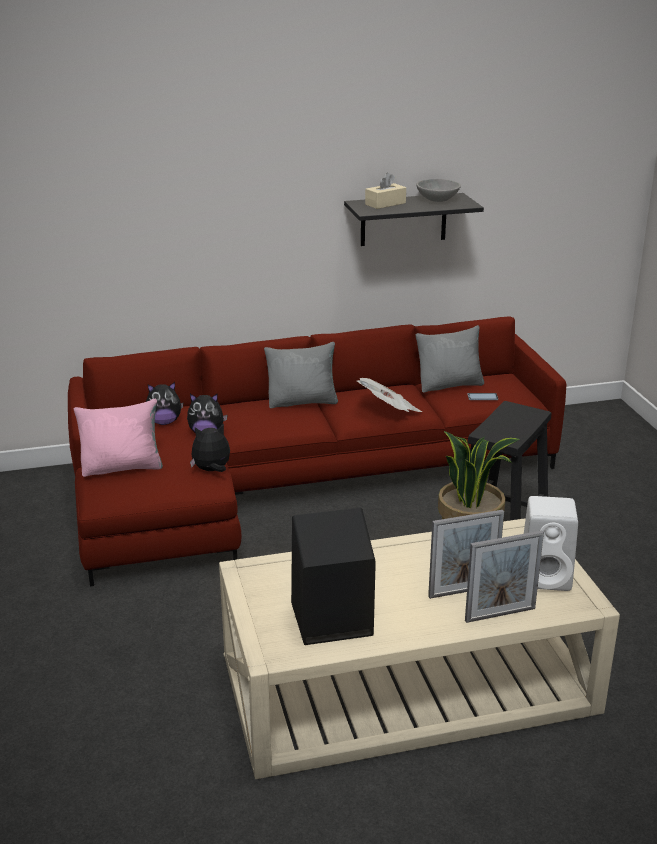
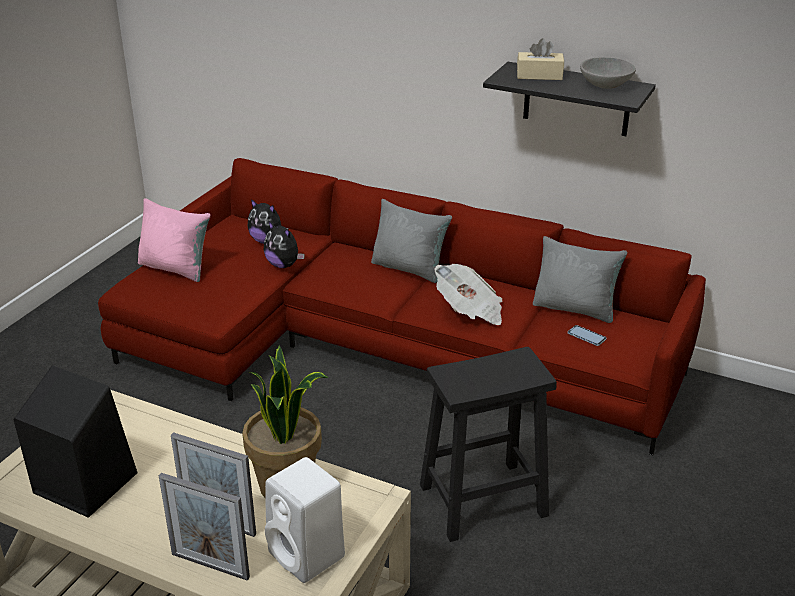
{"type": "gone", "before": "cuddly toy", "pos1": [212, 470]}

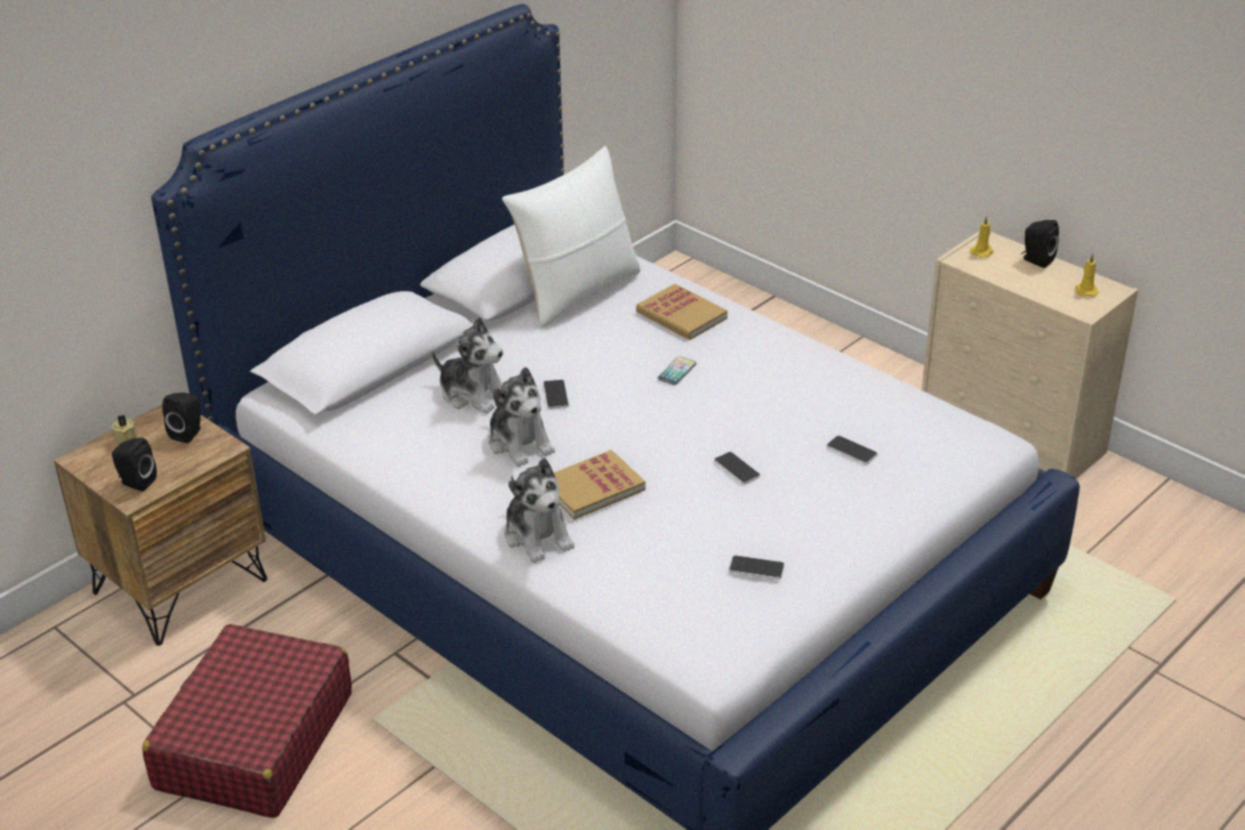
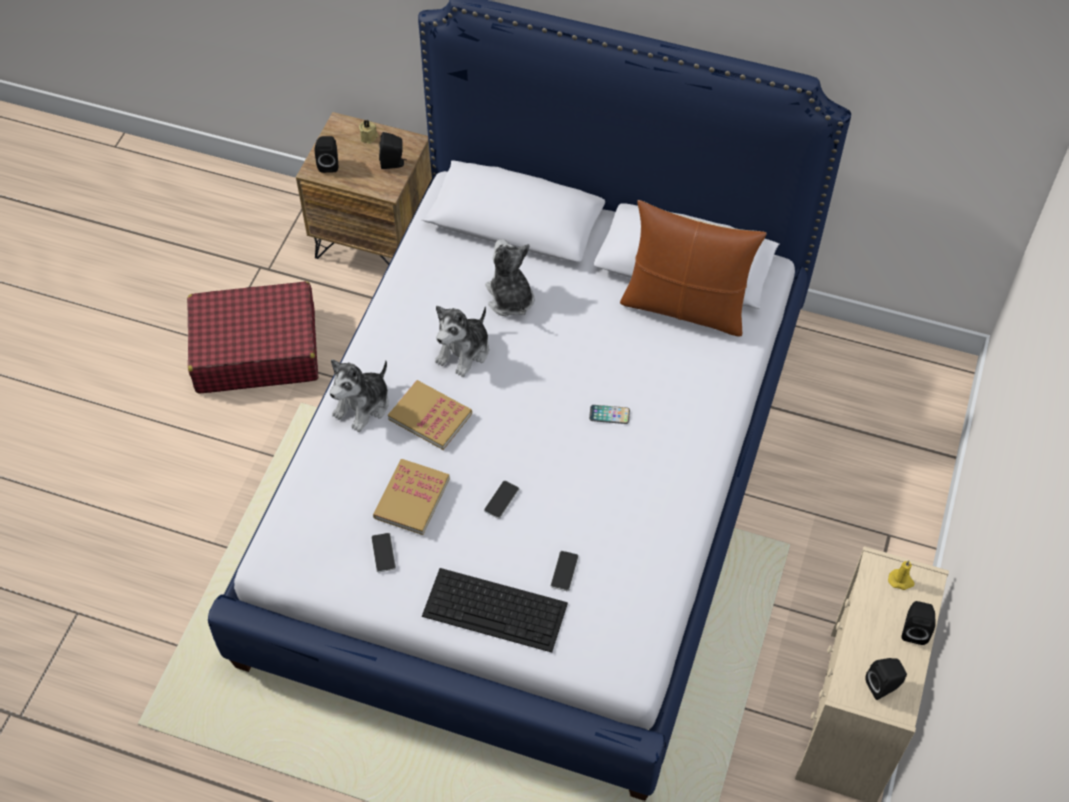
{"type": "shifted", "before": "volume", "pos1": [681, 315], "pos2": [412, 498]}
{"type": "new", "after": "computer keyboard", "pos2": [496, 609]}
{"type": "rotated", "before": "cuddly toy", "pos1": [473, 394], "pos2": [510, 298], "turn": 150}
{"type": "repainted", "before": "whitish pillow", "after": "brownish pillow", "pos1": [577, 292], "pos2": [685, 306]}
{"type": "swapped", "before": "yellow wax candle", "after": "blackish loudspeaker", "pos1": [1086, 290], "pos2": [884, 686]}
{"type": "gone", "before": "telephone", "pos1": [556, 395]}

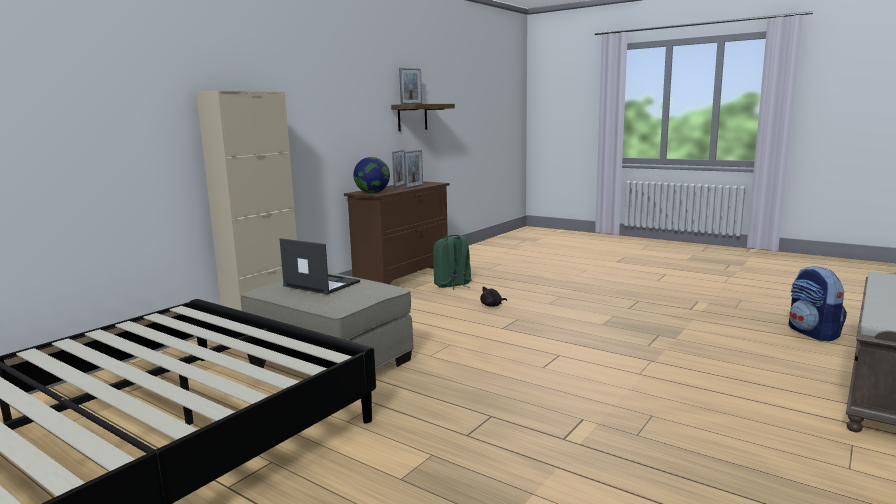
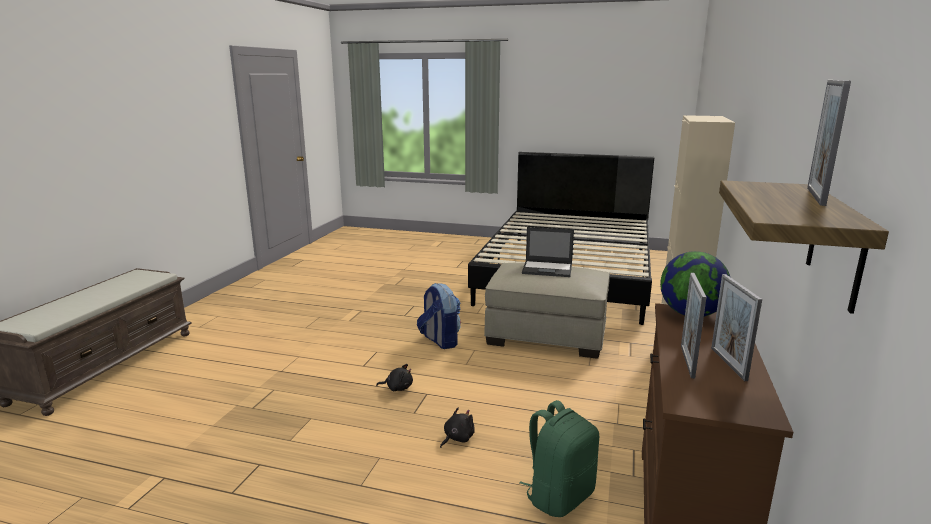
{"type": "new", "after": "blackish cuddly toy", "pos2": [397, 388]}
{"type": "shifted", "before": "knapsack", "pos1": [813, 333], "pos2": [440, 341]}

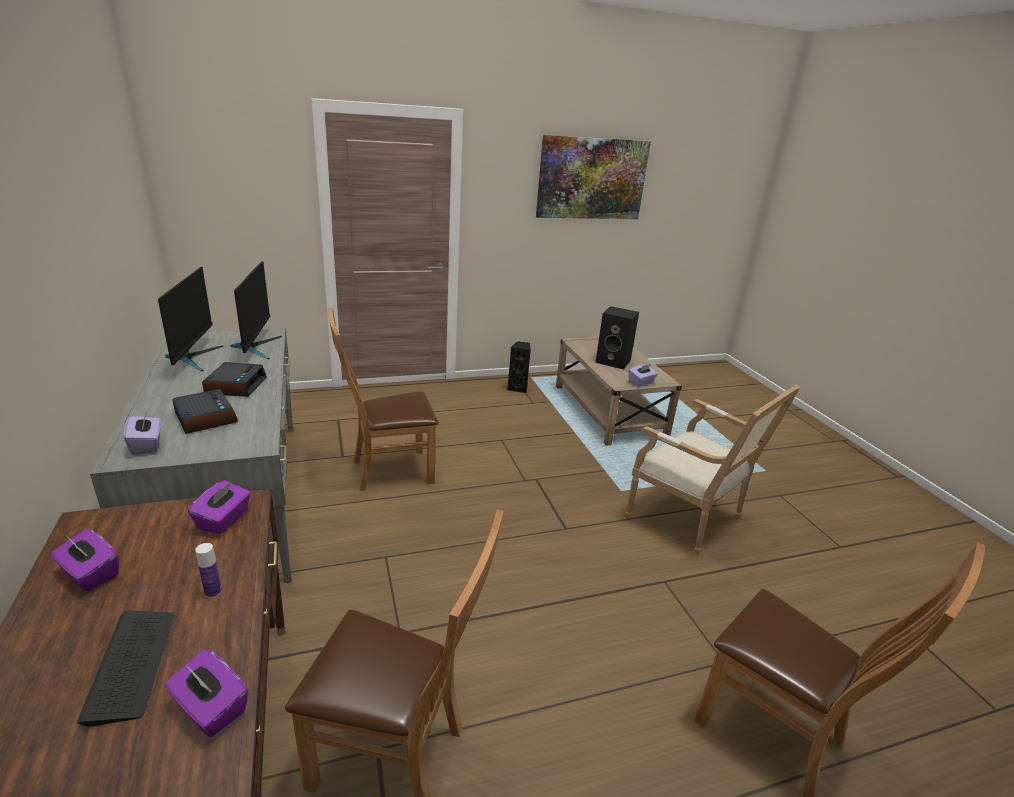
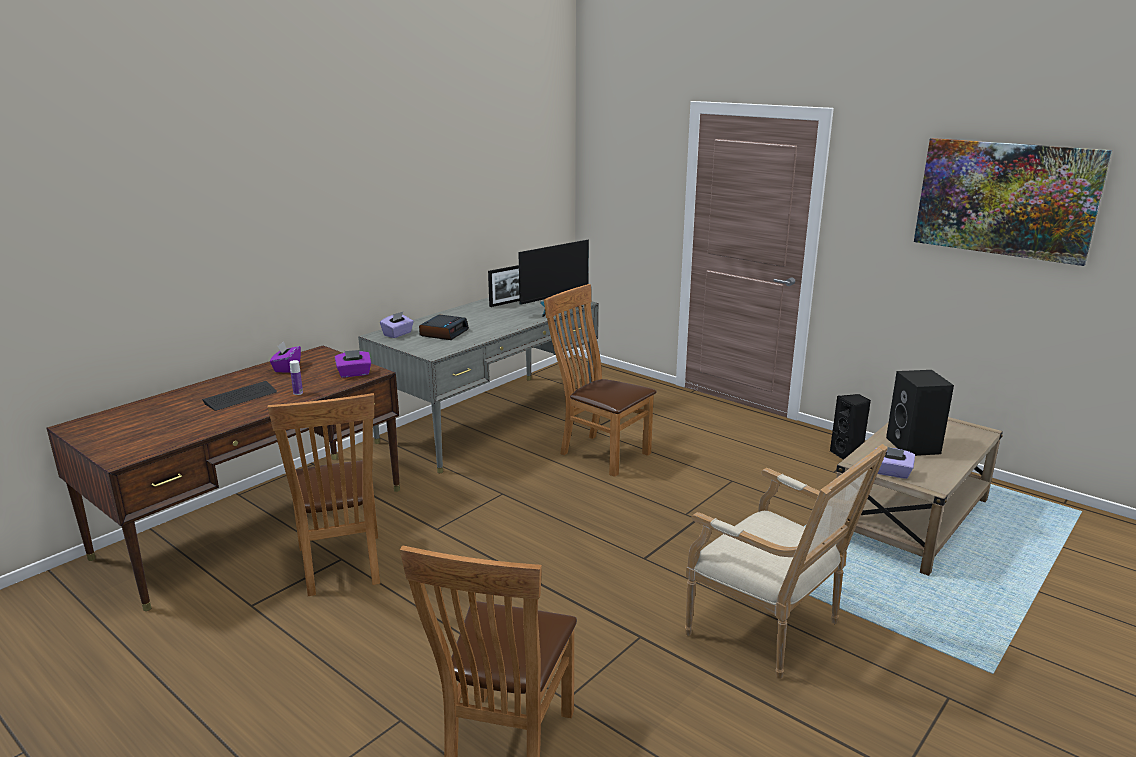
{"type": "swapped", "before": "computer display", "after": "photo frame", "pos1": [193, 357], "pos2": [508, 302]}
{"type": "rotated", "before": "easy chair", "pos1": [689, 520], "pos2": [771, 630], "turn": -60}
{"type": "gone", "before": "purple-coloured tissue holder", "pos1": [210, 709]}
{"type": "gone", "before": "alarm clock", "pos1": [236, 385]}

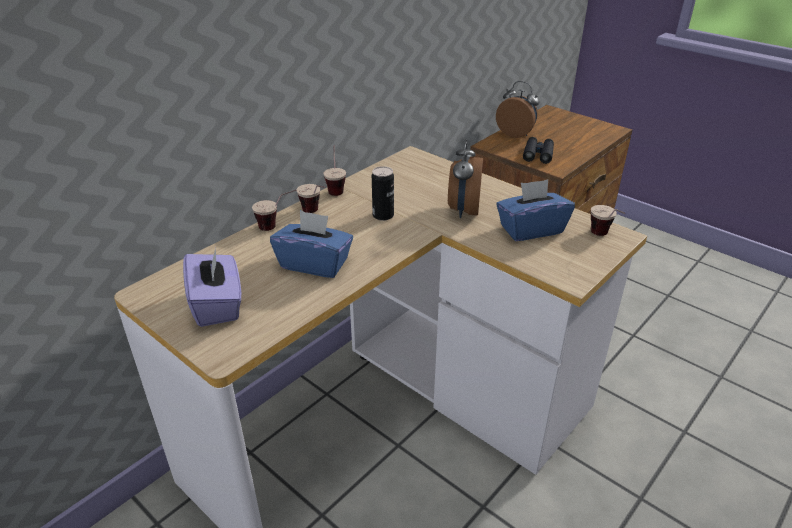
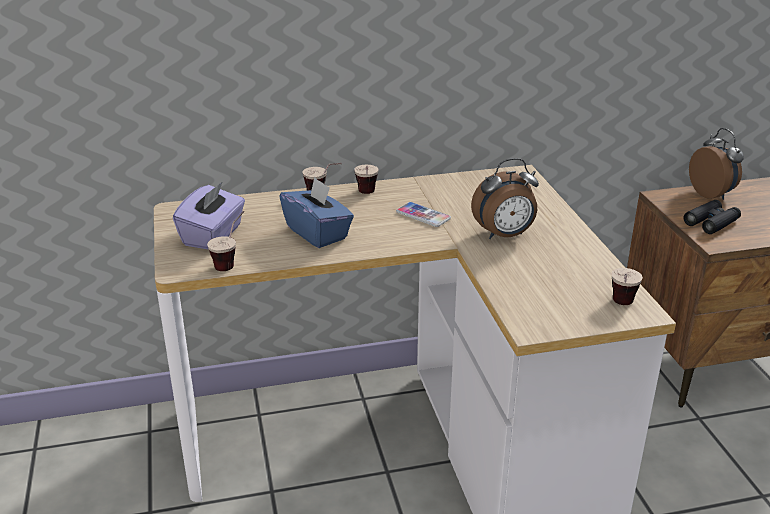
{"type": "shifted", "before": "cup", "pos1": [336, 188], "pos2": [231, 262]}
{"type": "swapped", "before": "sealed can", "after": "telephone", "pos1": [383, 215], "pos2": [423, 215]}
{"type": "rotated", "before": "alarm clock", "pos1": [463, 210], "pos2": [504, 235], "turn": -150}
{"type": "gone", "before": "blue-coloured tissue holder", "pos1": [531, 229]}

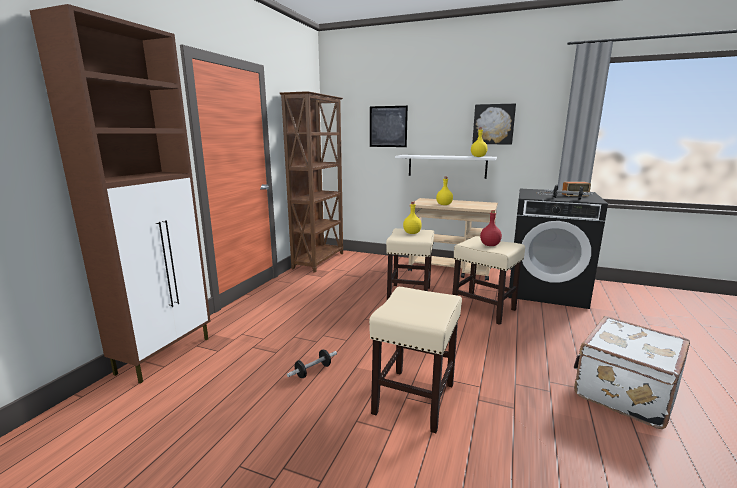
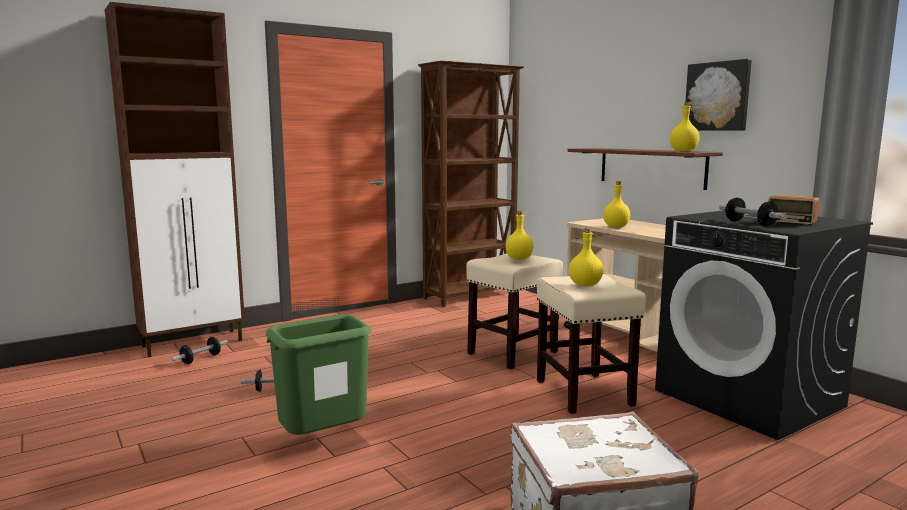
{"type": "new", "after": "dumbbell", "pos2": [201, 359]}
{"type": "swapped", "before": "sand-coloured stool", "after": "greenish trash can", "pos1": [414, 397], "pos2": [324, 441]}
{"type": "repainted", "before": "whitish wall shelf", "after": "brownish wall shelf", "pos1": [446, 166], "pos2": [651, 167]}
{"type": "repainted", "before": "reddish beverage bottle", "after": "yellow beverage bottle", "pos1": [490, 245], "pos2": [585, 285]}
{"type": "gone", "before": "wall picture", "pos1": [388, 126]}

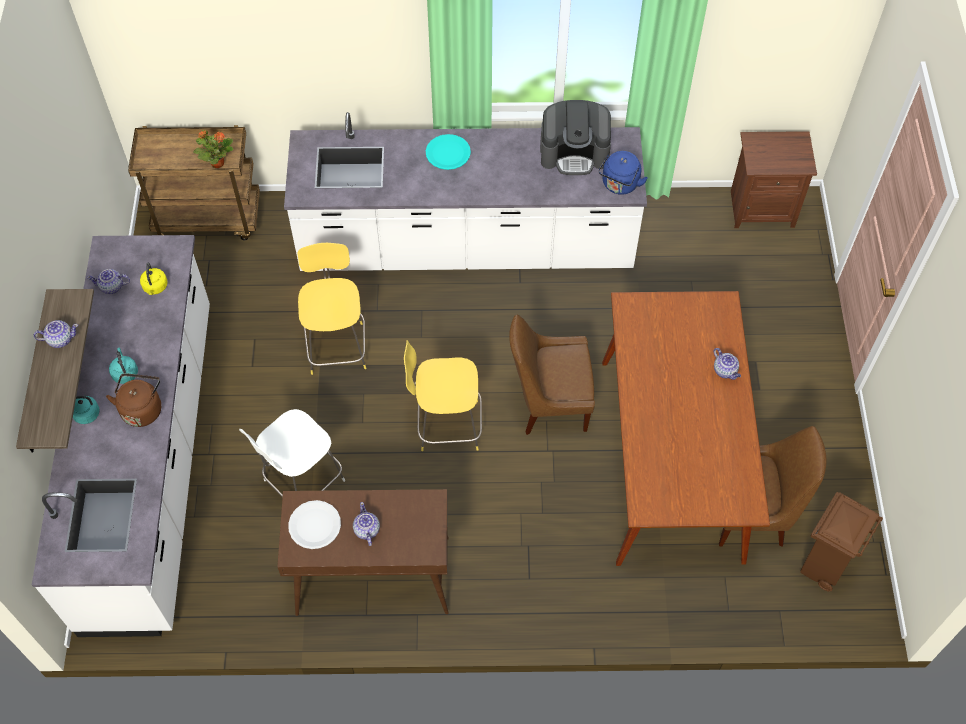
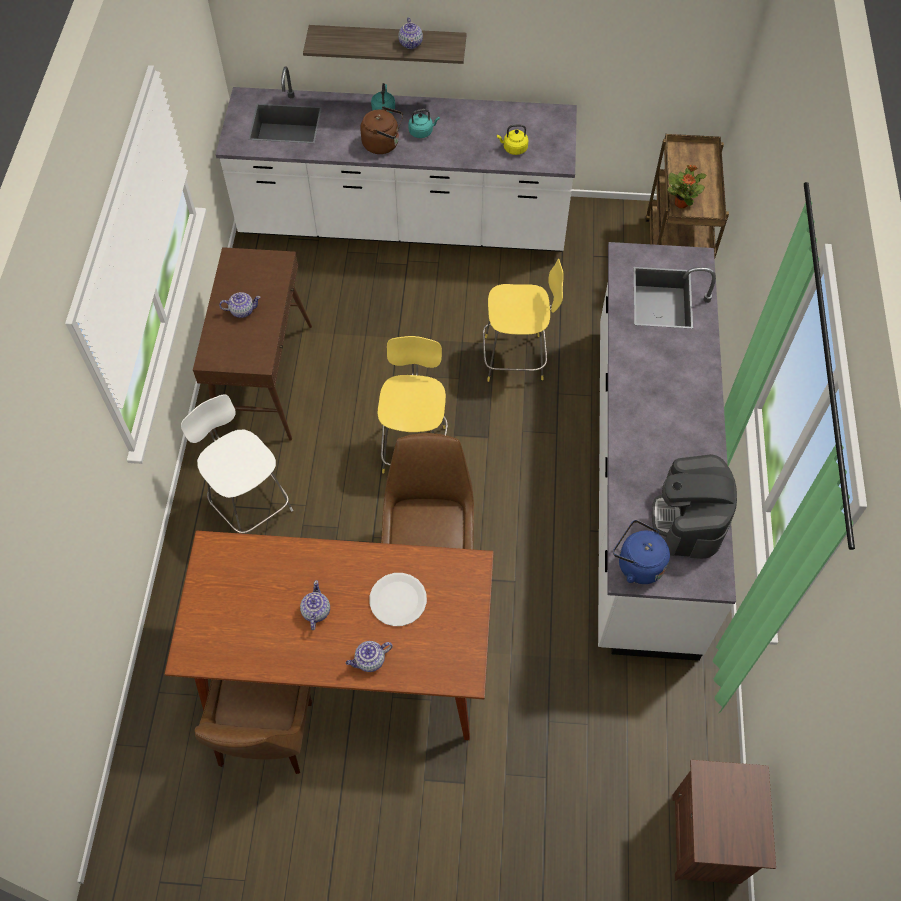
{"type": "shifted", "before": "whitish stool", "pos1": [302, 482], "pos2": [249, 504]}
{"type": "shifted", "before": "pot for tea", "pos1": [112, 287], "pos2": [315, 612]}
{"type": "shifted", "before": "whitish dinner plate", "pos1": [314, 525], "pos2": [398, 600]}
{"type": "gone", "before": "turquoise dinner plate", "pos1": [448, 153]}
{"type": "gone", "before": "brownish trash can", "pos1": [822, 568]}

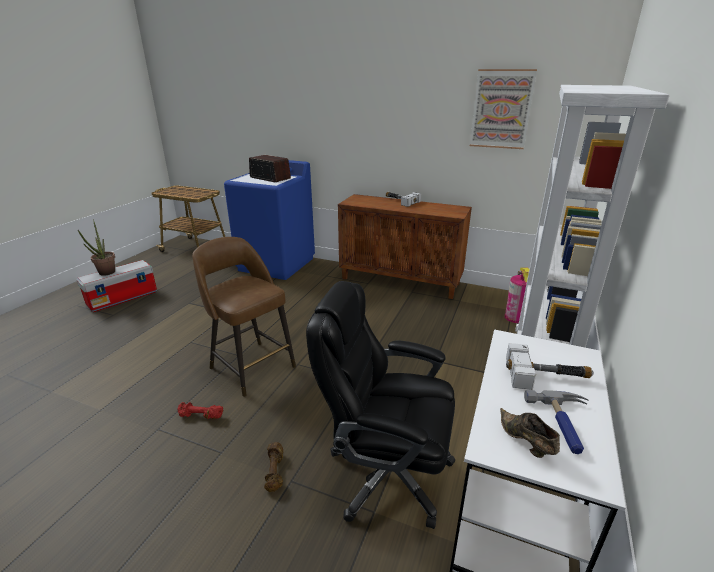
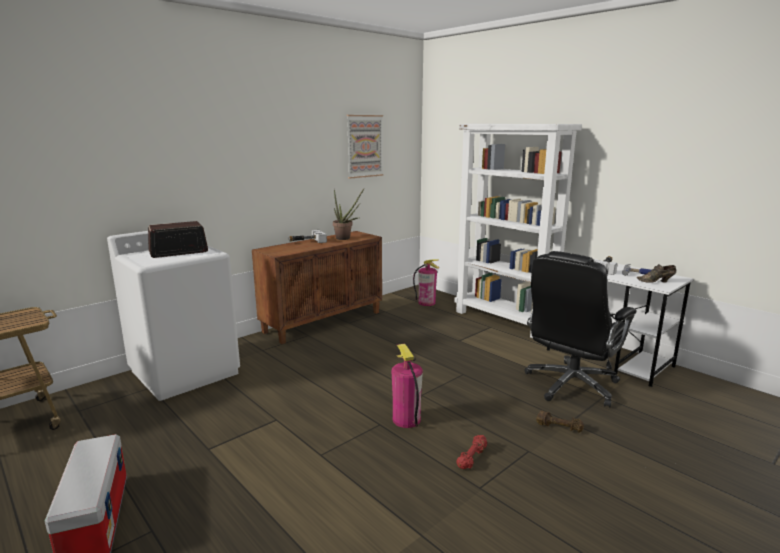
{"type": "repainted", "before": "blue-coloured laundry machine", "after": "whitish laundry machine", "pos1": [277, 264], "pos2": [185, 372]}
{"type": "shifted", "before": "plant in a pot", "pos1": [105, 274], "pos2": [346, 238]}
{"type": "swapped", "before": "brownish stool", "after": "fire extinguisher", "pos1": [251, 366], "pos2": [406, 419]}

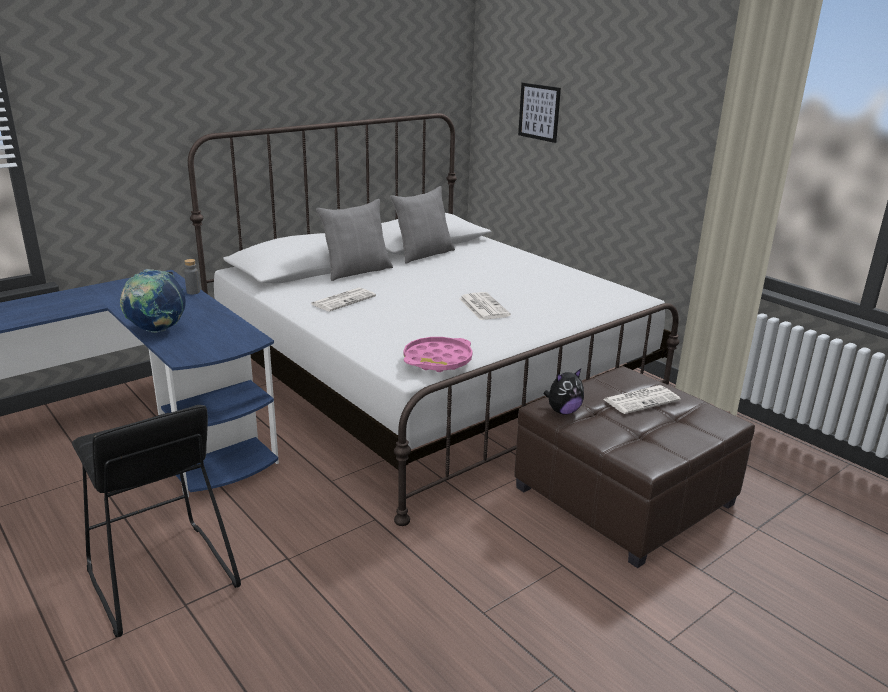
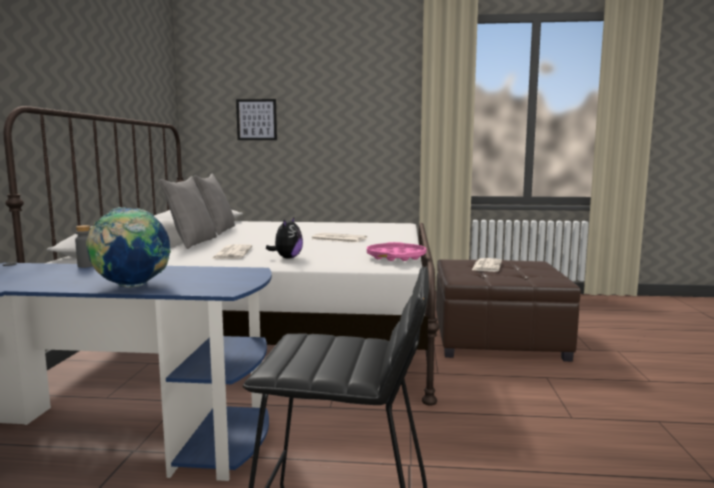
{"type": "shifted", "before": "cuddly toy", "pos1": [563, 411], "pos2": [287, 258]}

